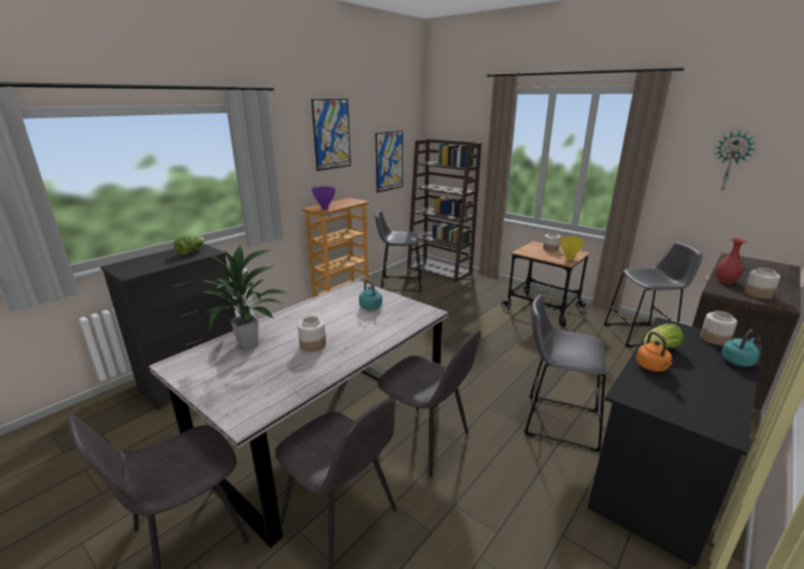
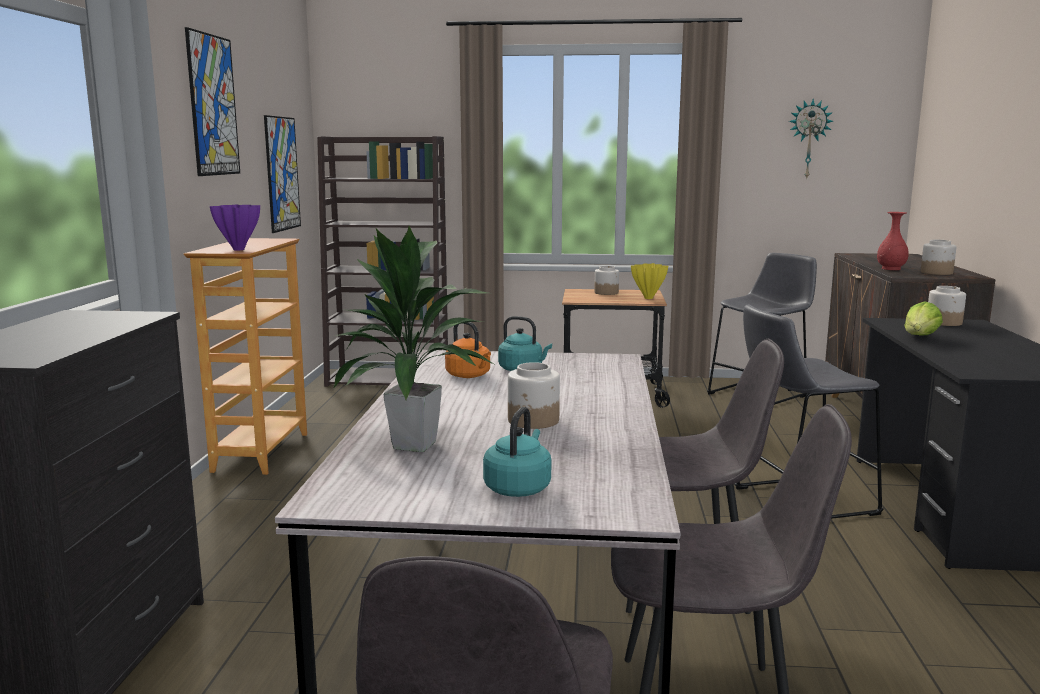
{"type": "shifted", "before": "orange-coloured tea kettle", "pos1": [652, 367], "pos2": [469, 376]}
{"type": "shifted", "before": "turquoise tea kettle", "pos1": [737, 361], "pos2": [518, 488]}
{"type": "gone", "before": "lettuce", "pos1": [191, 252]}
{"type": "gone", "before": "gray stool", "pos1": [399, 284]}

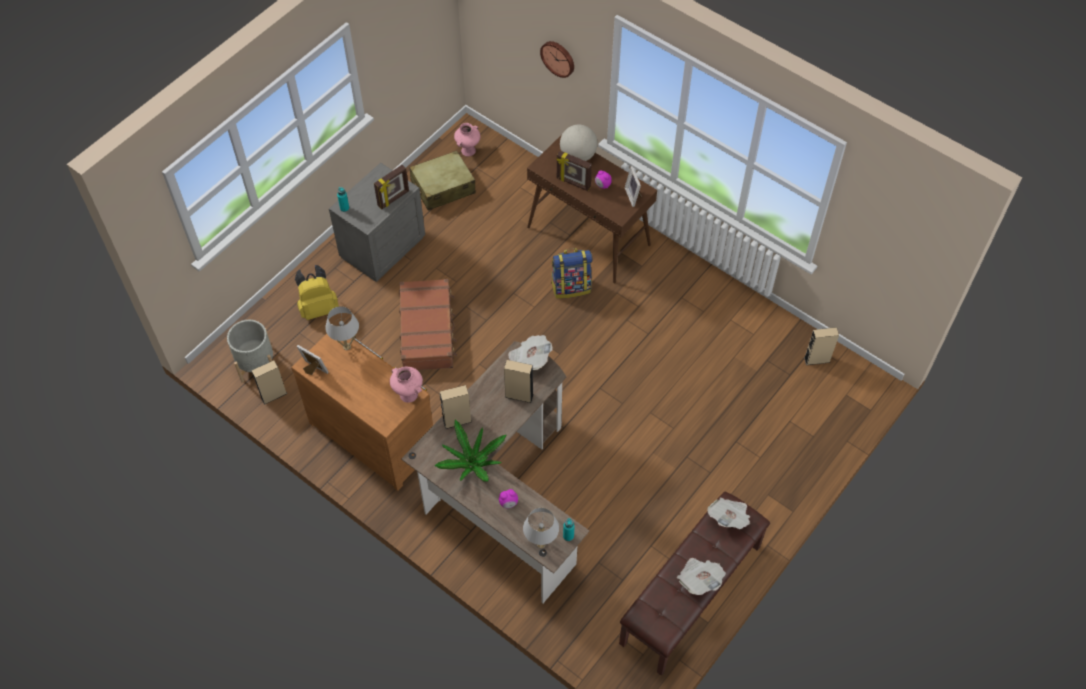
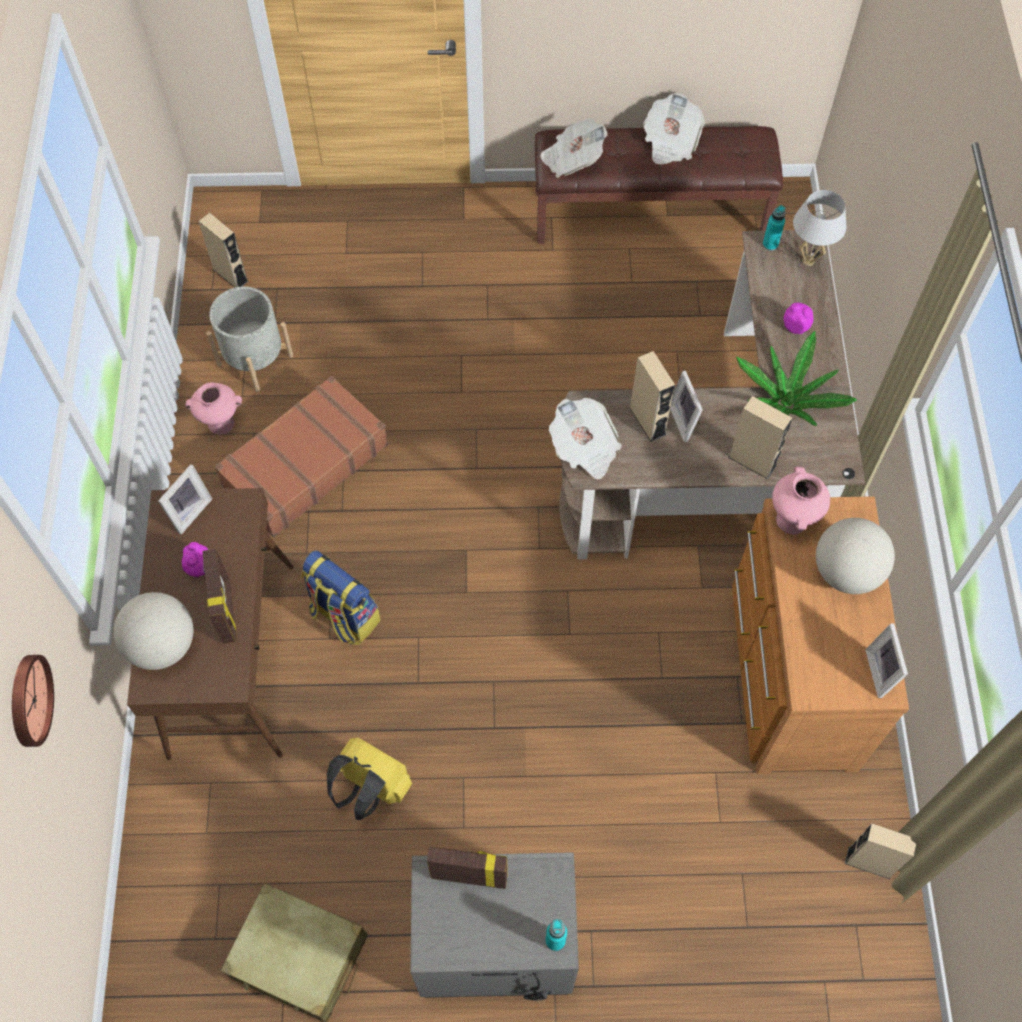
{"type": "shifted", "before": "pinkish decorative vase", "pos1": [468, 150], "pos2": [220, 424]}
{"type": "shifted", "before": "gray plant pot", "pos1": [256, 364], "pos2": [255, 360]}
{"type": "shifted", "before": "brownish piece of luggage", "pos1": [428, 331], "pos2": [304, 465]}
{"type": "shifted", "before": "yellow knapsack", "pos1": [319, 308], "pos2": [371, 789]}
{"type": "new", "after": "photo frame", "pos2": [686, 420]}
{"type": "new", "after": "globe", "pos2": [846, 571]}
{"type": "gone", "before": "whitish lamp for a table", "pos1": [347, 347]}

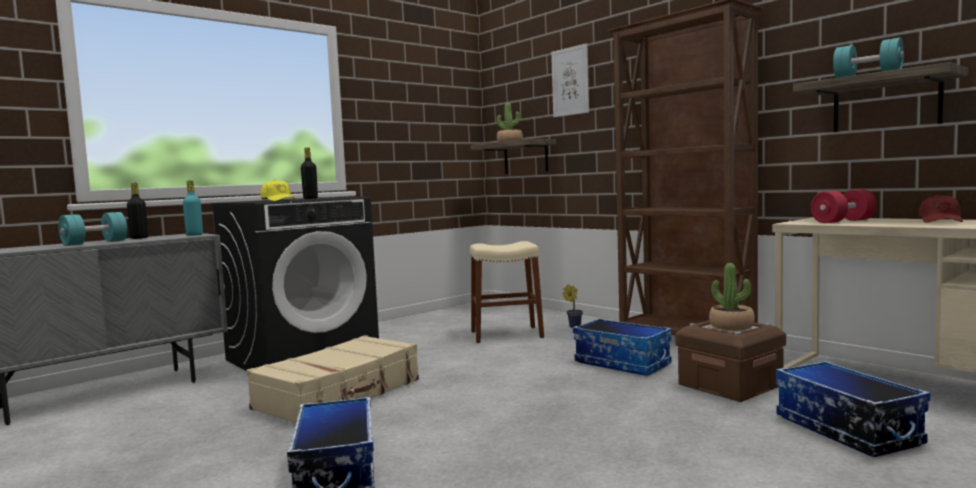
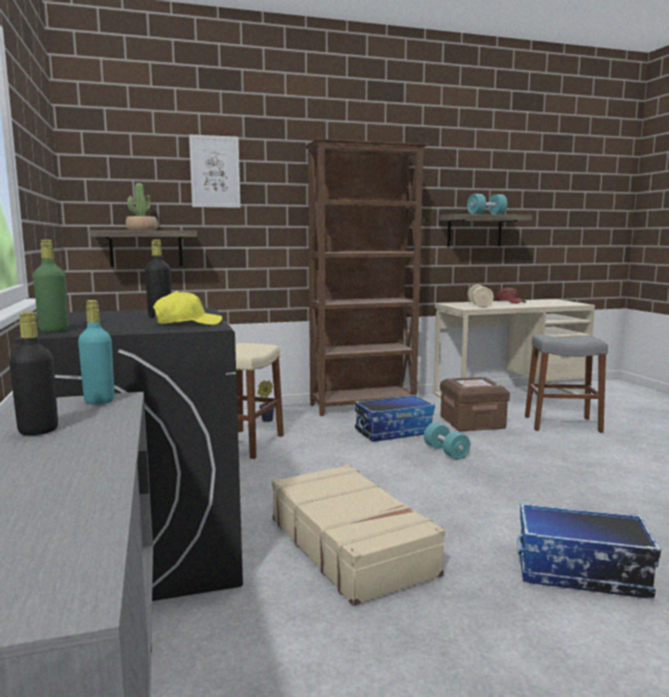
{"type": "new", "after": "greenish beverage bottle", "pos2": [54, 330]}
{"type": "shifted", "before": "turquoise dumbbell", "pos1": [94, 243], "pos2": [446, 452]}
{"type": "repainted", "before": "reddish dumbbell", "after": "sand-coloured dumbbell", "pos1": [843, 221], "pos2": [479, 305]}
{"type": "swapped", "before": "storage box", "after": "gray stool", "pos1": [845, 430], "pos2": [562, 424]}
{"type": "gone", "before": "plant in a pot", "pos1": [731, 326]}

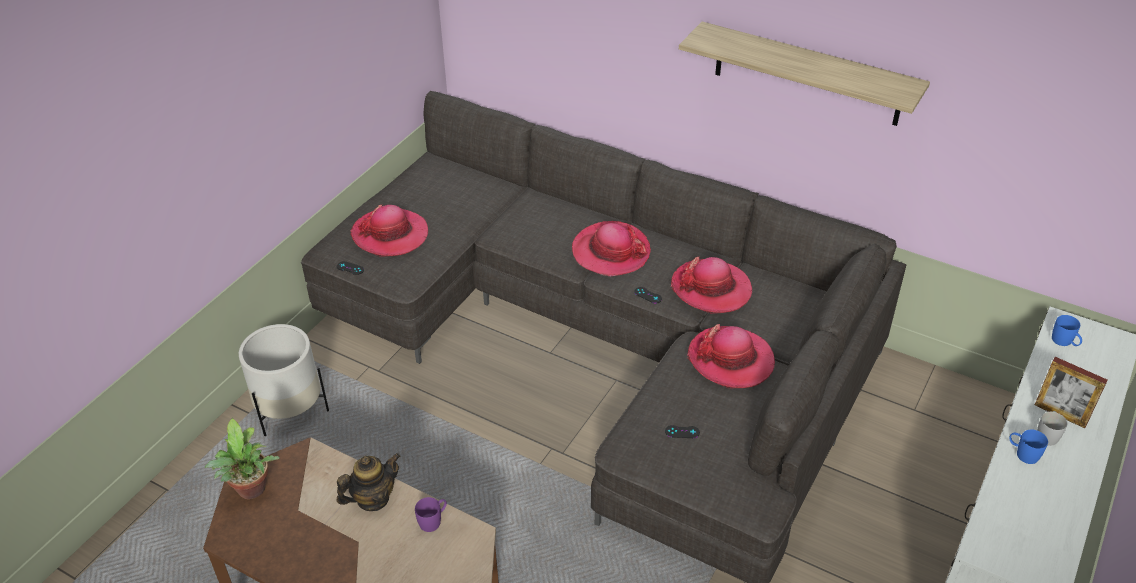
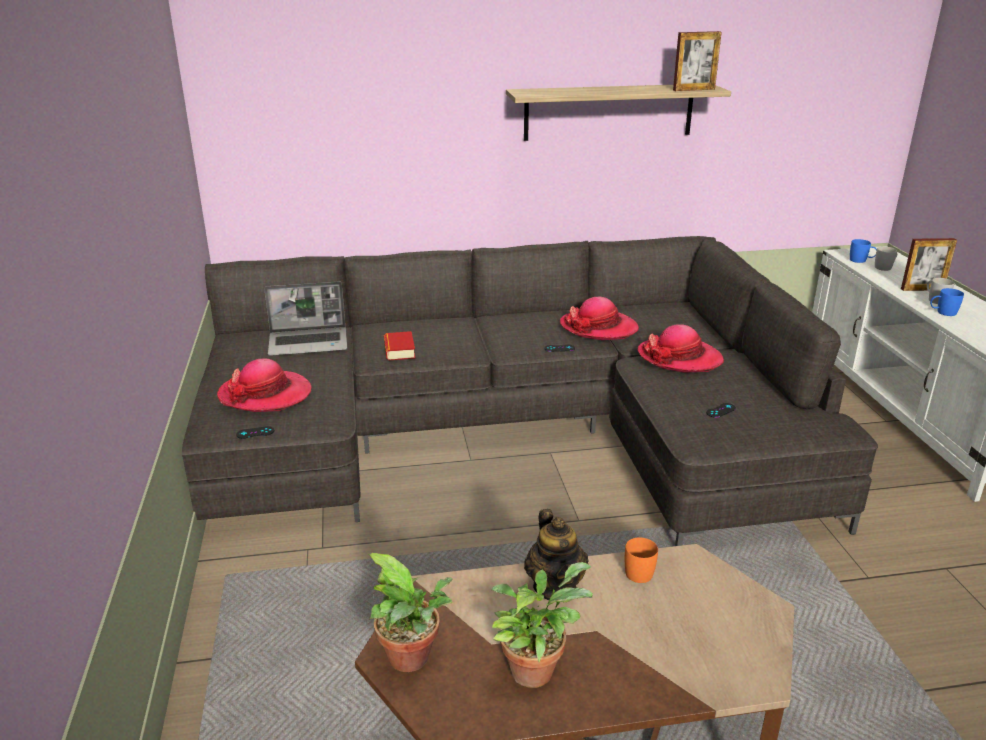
{"type": "new", "after": "laptop", "pos2": [309, 343]}
{"type": "new", "after": "volume", "pos2": [399, 350]}
{"type": "new", "after": "plant in a pot", "pos2": [534, 667]}
{"type": "rotated", "before": "pot for tea", "pos1": [373, 499], "pos2": [555, 587], "turn": 150}
{"type": "repainted", "before": "purple-coloured tea mug", "after": "orange-coloured tea mug", "pos1": [433, 520], "pos2": [638, 570]}
{"type": "new", "after": "photo frame", "pos2": [694, 89]}
{"type": "new", "after": "whitish tea mug", "pos2": [885, 267]}
{"type": "gone", "before": "whitish plant pot", "pos1": [290, 411]}
{"type": "gone", "before": "wearable hat", "pos1": [611, 251]}

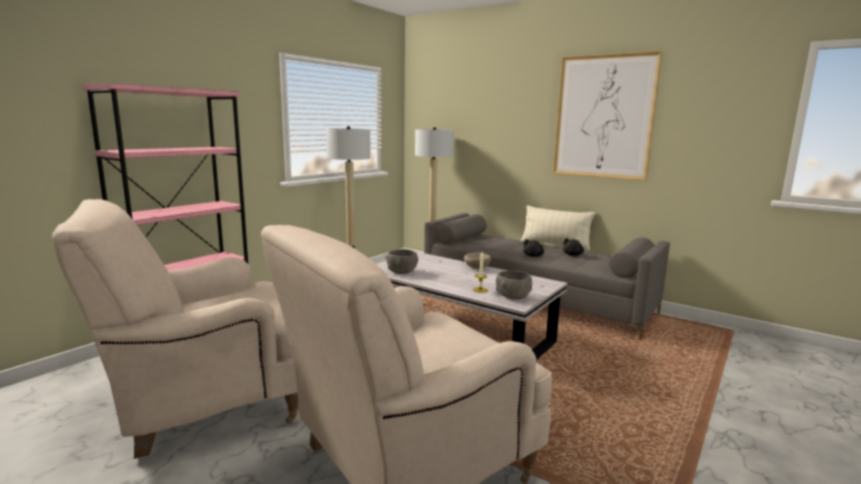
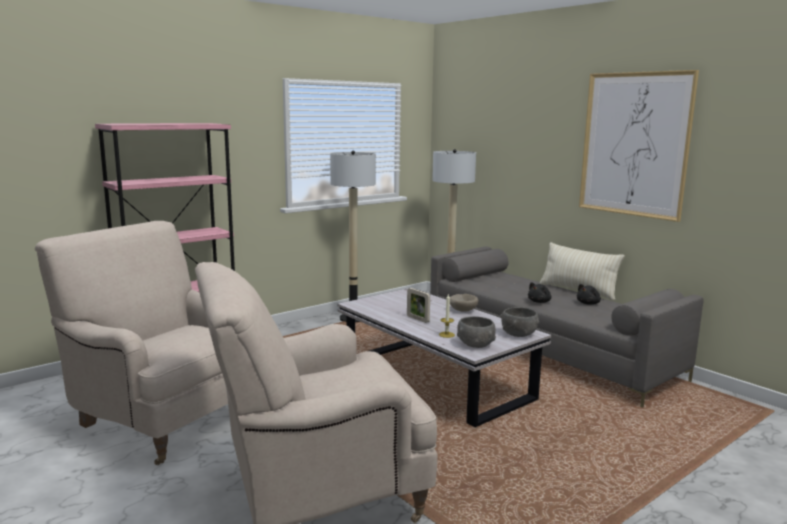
{"type": "rotated", "before": "sand-coloured easy chair", "pos1": [204, 405], "pos2": [168, 417], "turn": 45}
{"type": "new", "after": "photo frame", "pos2": [418, 319]}
{"type": "shifted", "before": "gray bowl", "pos1": [402, 272], "pos2": [518, 334]}

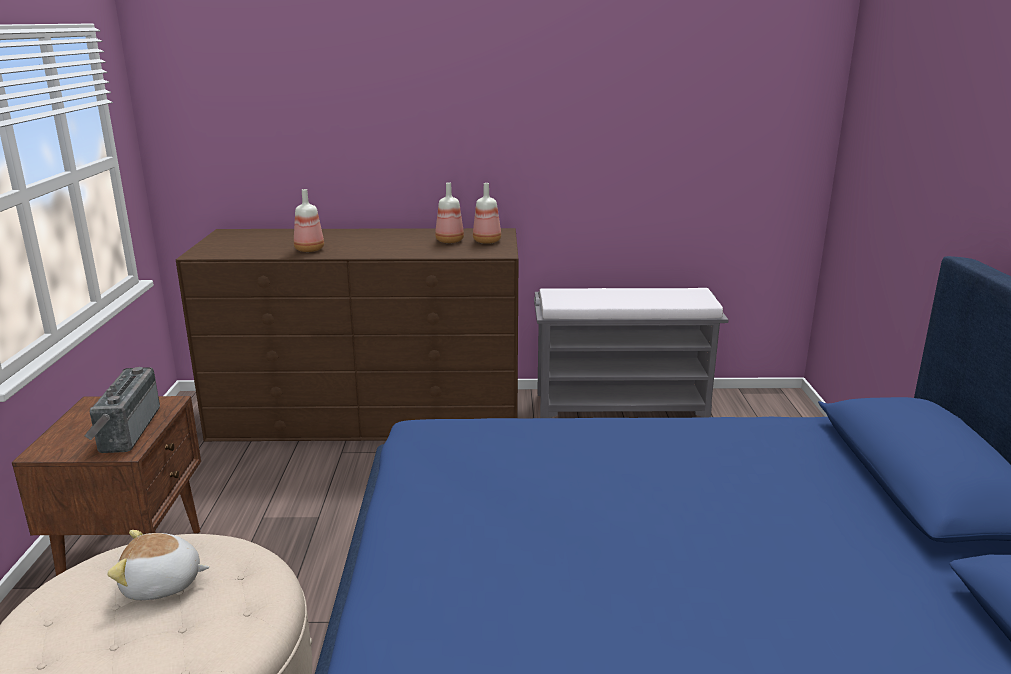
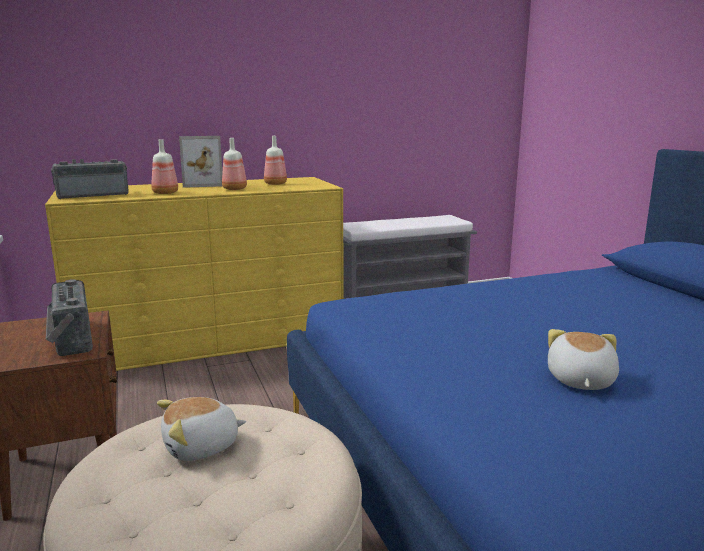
{"type": "repainted", "before": "brownish chest of drawers", "after": "yellow chest of drawers", "pos1": [369, 414], "pos2": [211, 338]}
{"type": "new", "after": "radio set", "pos2": [93, 195]}
{"type": "new", "after": "photo frame", "pos2": [203, 184]}
{"type": "shifted", "before": "beverage bottle", "pos1": [487, 241], "pos2": [235, 189]}
{"type": "new", "after": "cuddly toy", "pos2": [579, 380]}

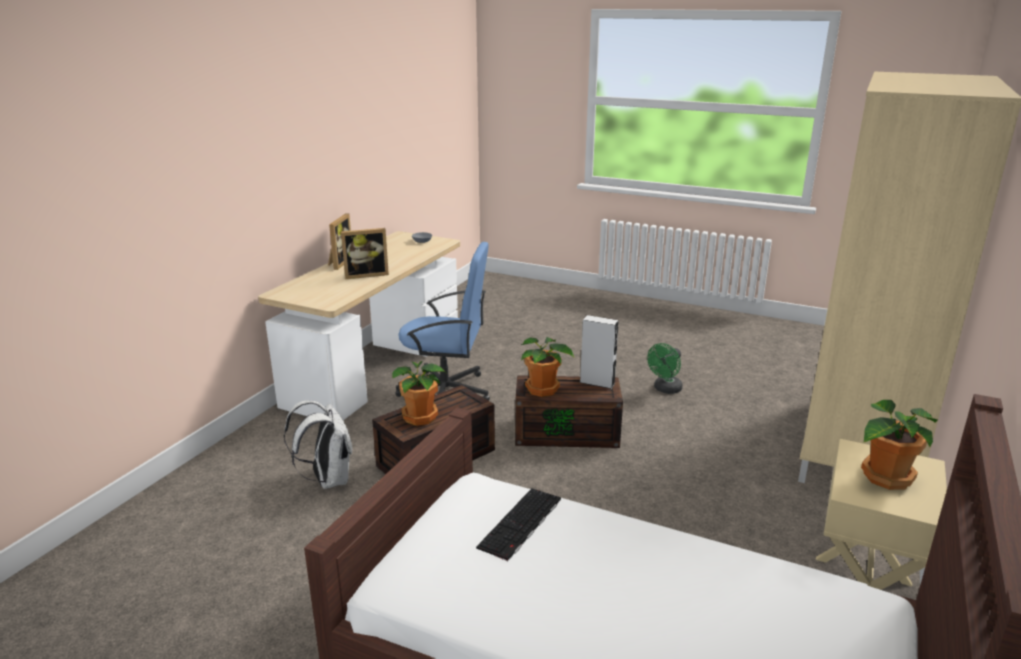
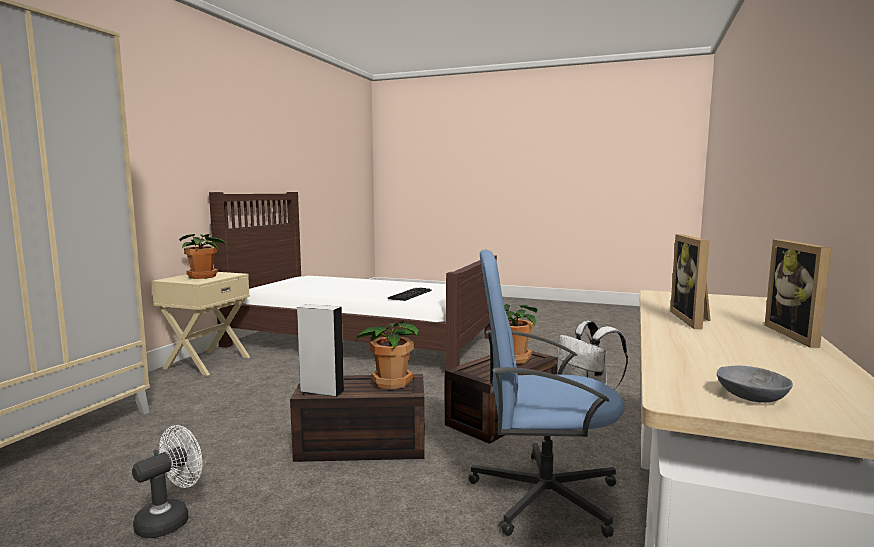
{"type": "repainted", "before": "greenish fan", "after": "whitish fan", "pos1": [665, 389], "pos2": [170, 519]}
{"type": "rotated", "before": "photo frame", "pos1": [366, 274], "pos2": [694, 320], "turn": -60}

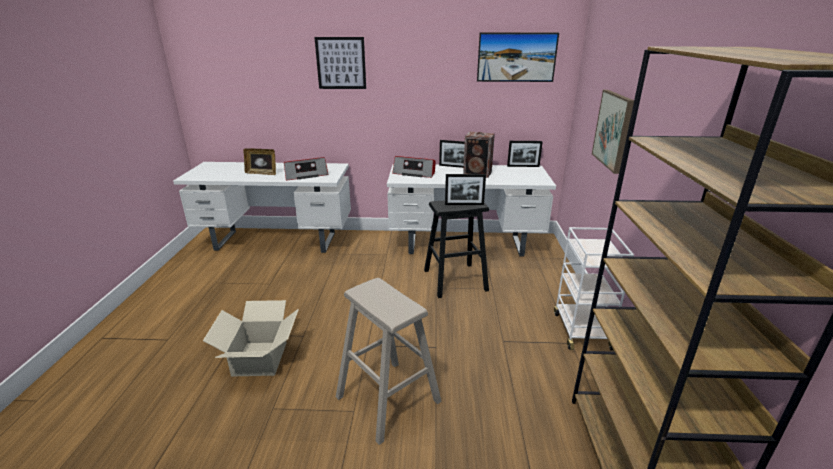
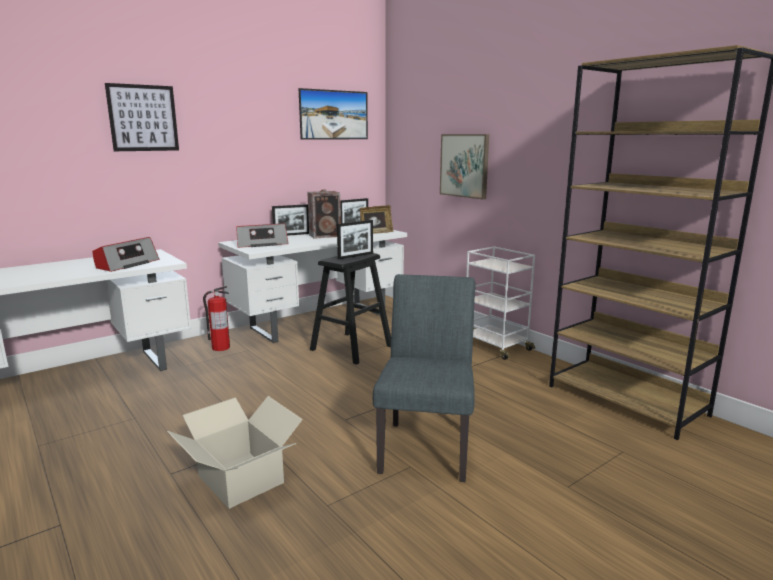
{"type": "new", "after": "fire extinguisher", "pos2": [220, 347]}
{"type": "shifted", "before": "photo frame", "pos1": [262, 173], "pos2": [376, 233]}
{"type": "swapped", "before": "sand-coloured stool", "after": "gray upright chair", "pos1": [388, 399], "pos2": [426, 445]}

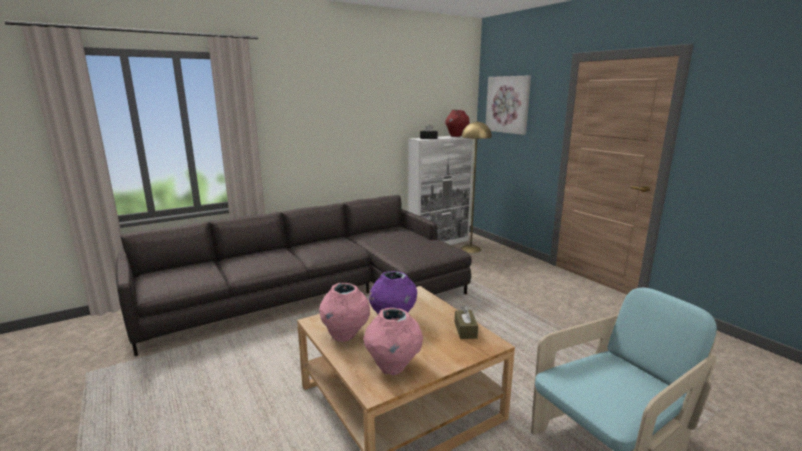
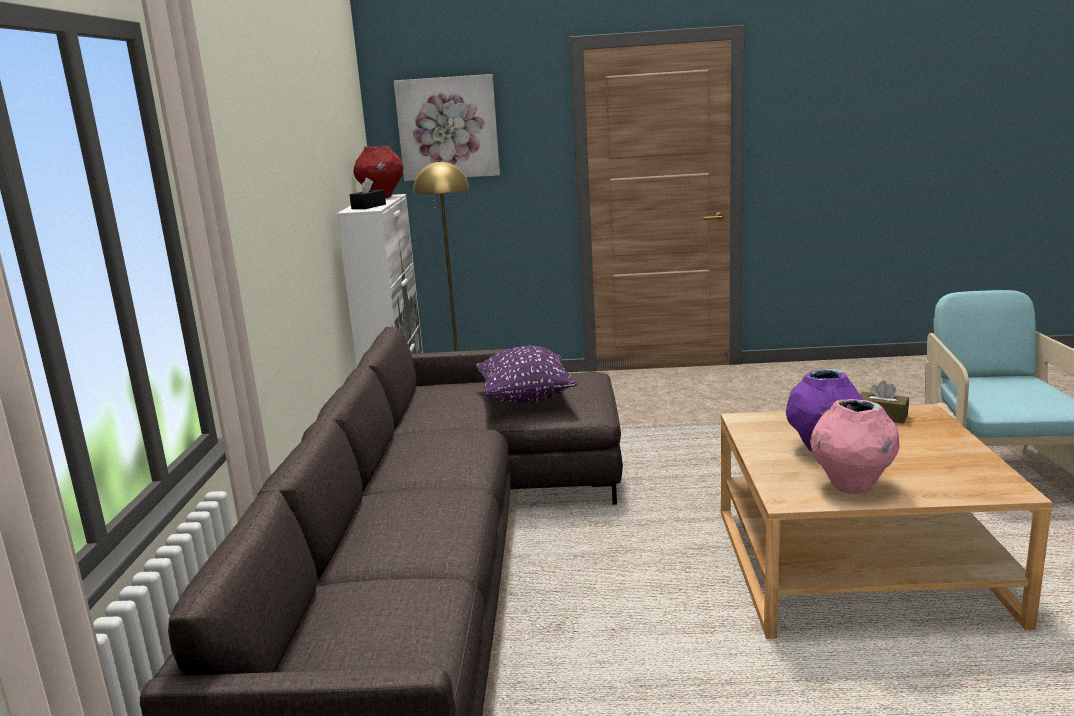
{"type": "new", "after": "purple-coloured pillow", "pos2": [526, 398]}
{"type": "gone", "before": "pinkish decorative vase", "pos1": [393, 367]}

